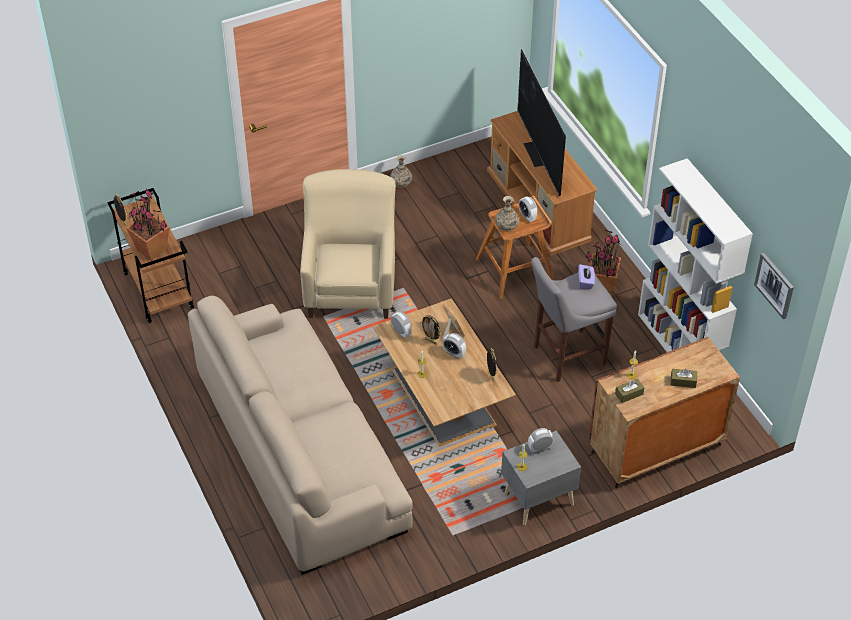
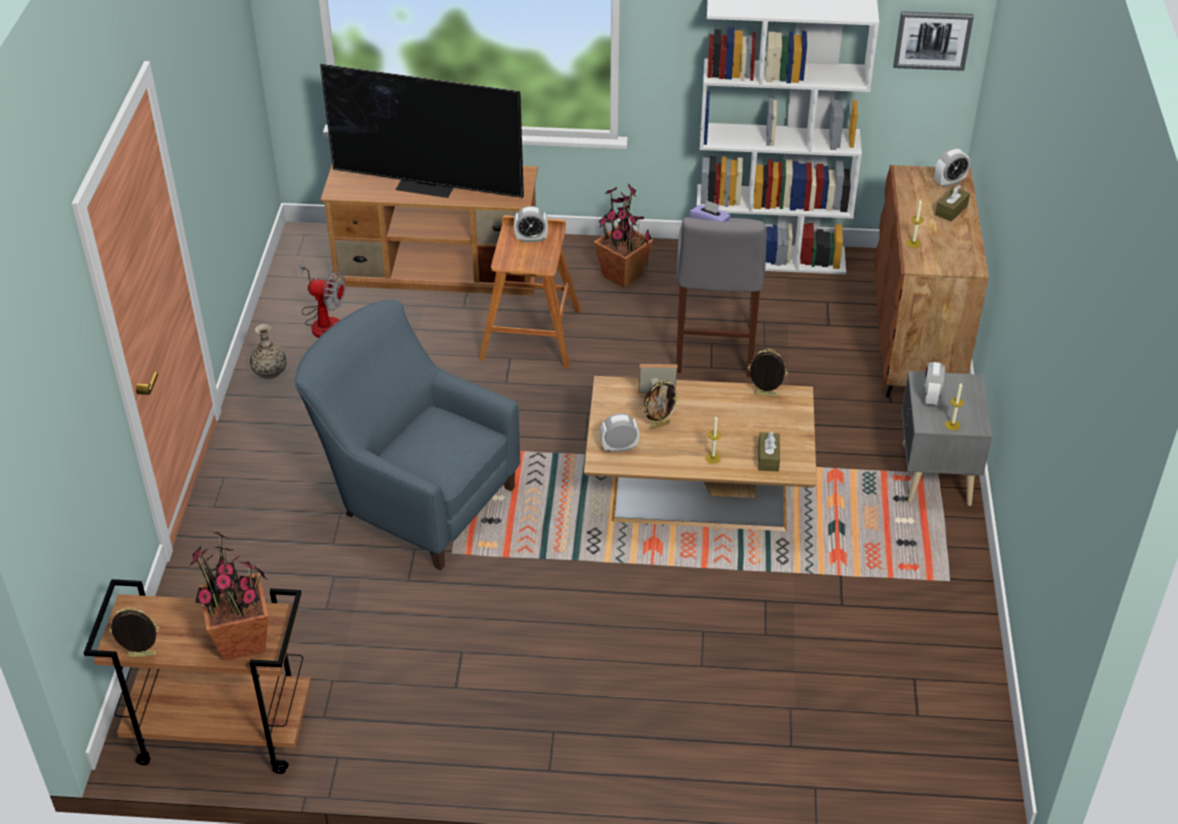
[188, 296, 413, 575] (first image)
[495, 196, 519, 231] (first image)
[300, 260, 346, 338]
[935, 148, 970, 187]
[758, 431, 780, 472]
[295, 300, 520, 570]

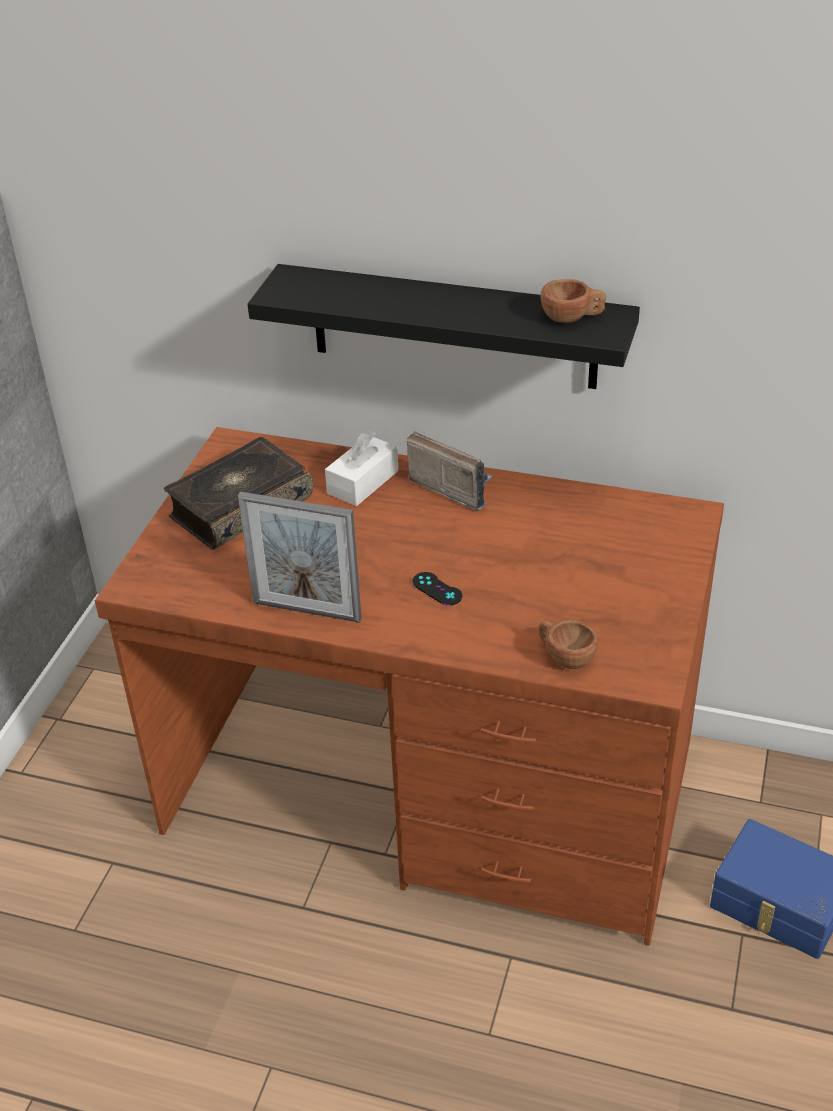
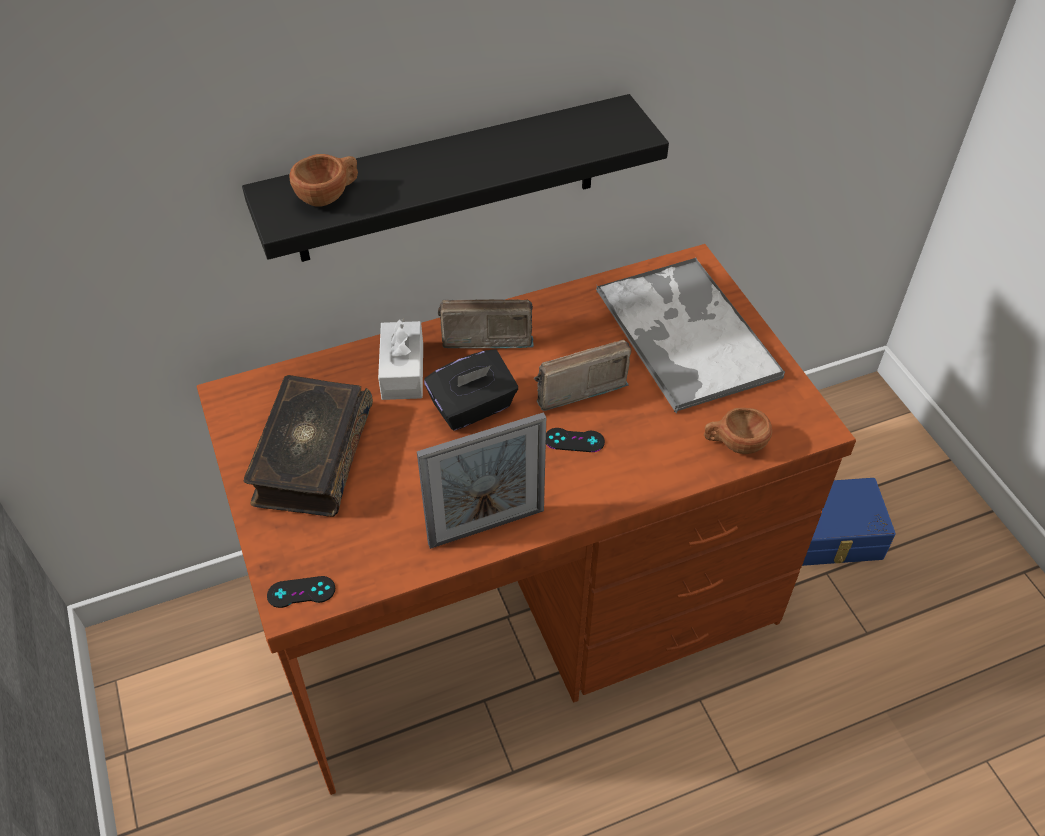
[267, 576, 335, 608]
[424, 349, 518, 431]
[534, 340, 631, 411]
[596, 257, 785, 414]
[289, 154, 358, 207]

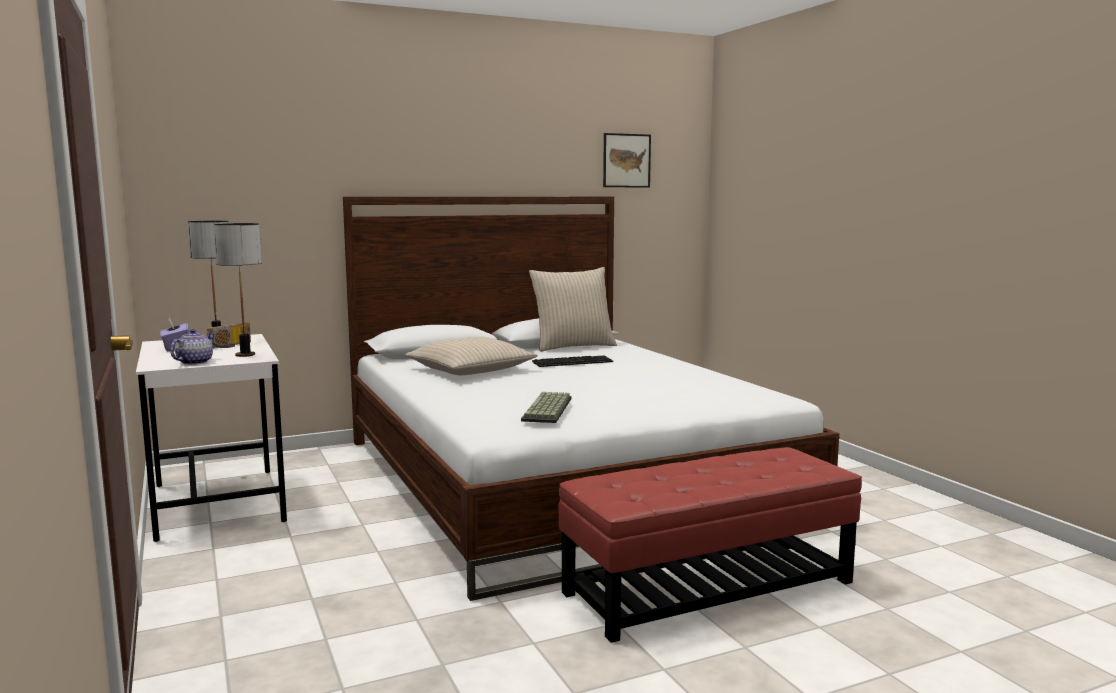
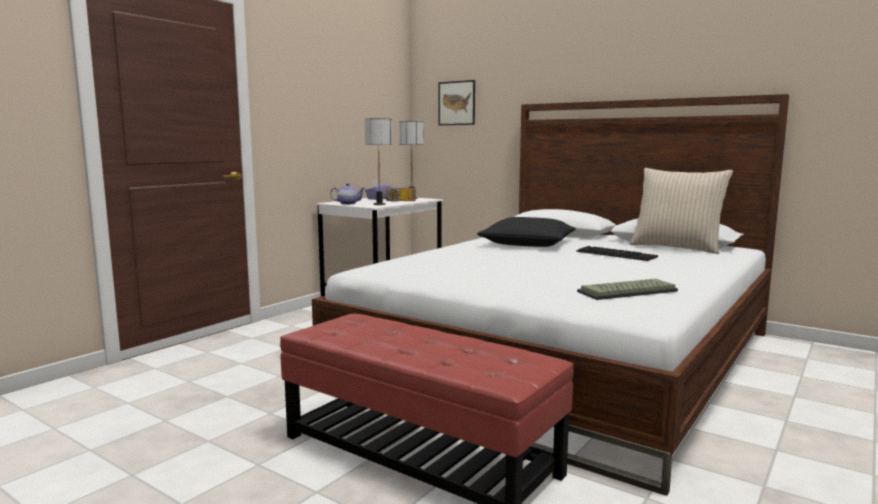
[577, 279, 678, 300]
[438, 80, 475, 125]
[477, 217, 576, 247]

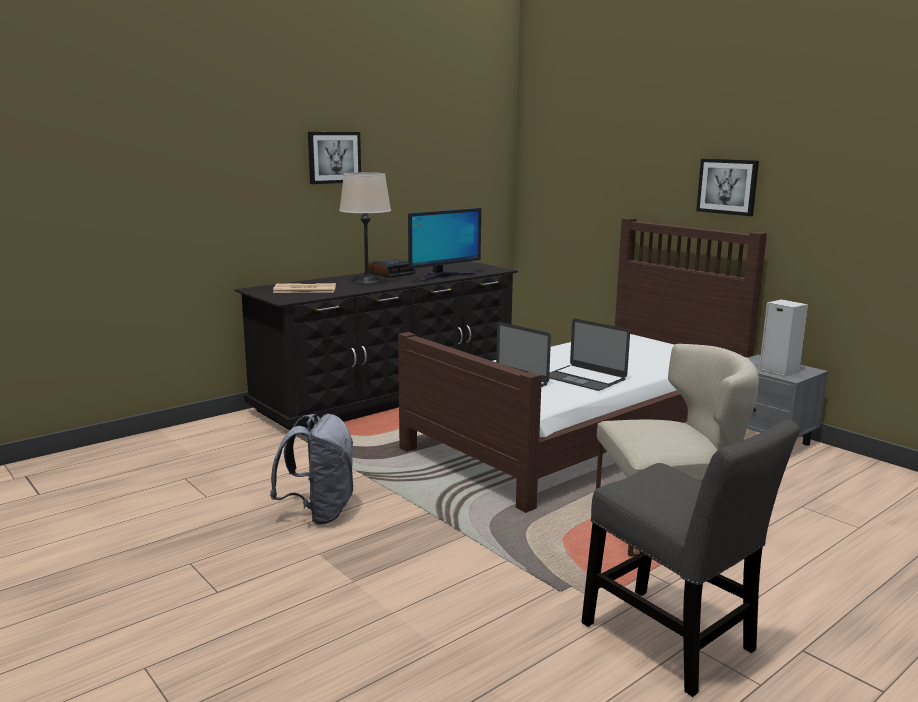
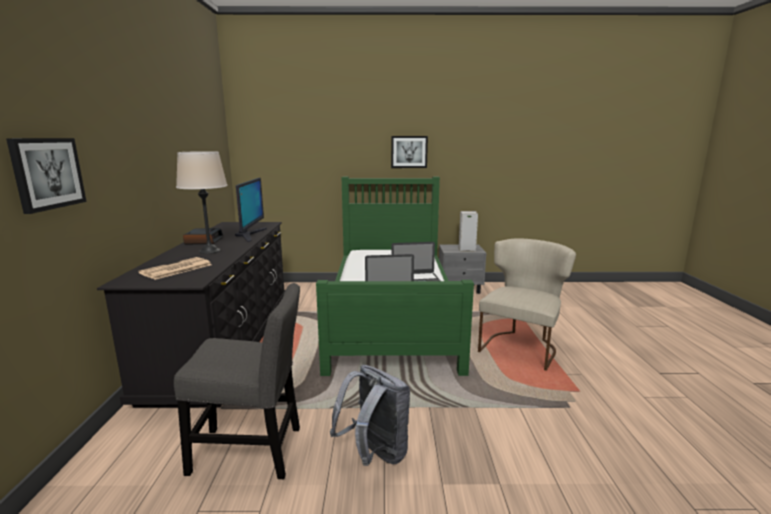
[6, 138, 87, 214]
[174, 283, 300, 479]
[316, 177, 474, 376]

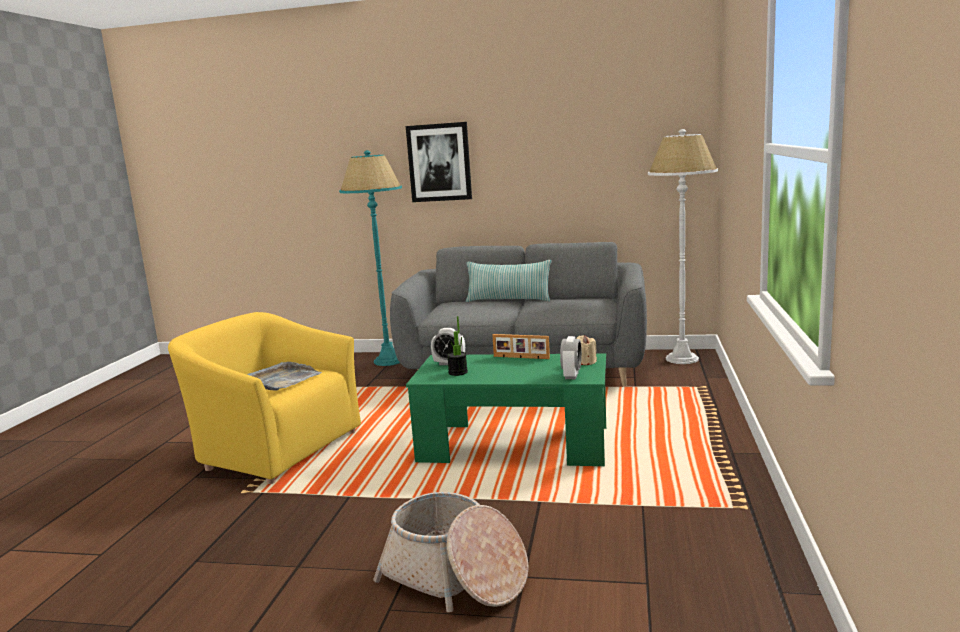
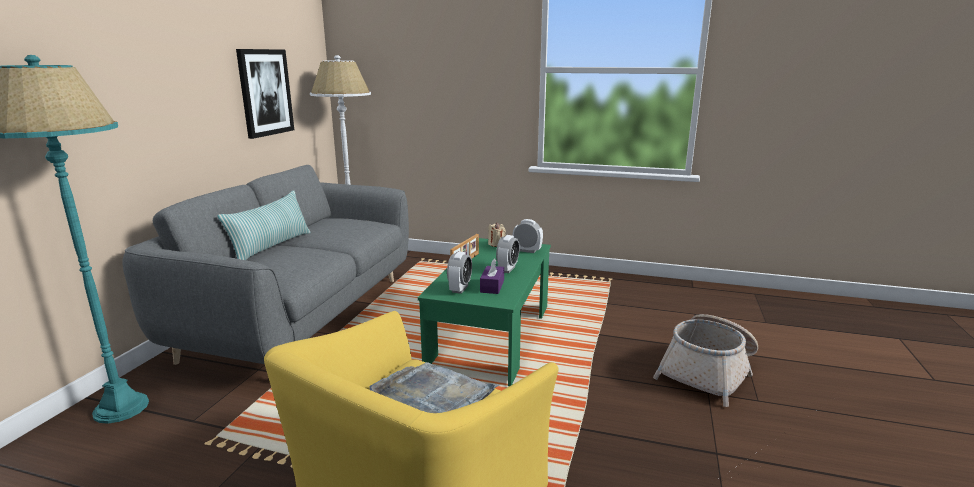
[496, 235, 520, 273]
[236, 49, 294, 139]
[480, 259, 504, 294]

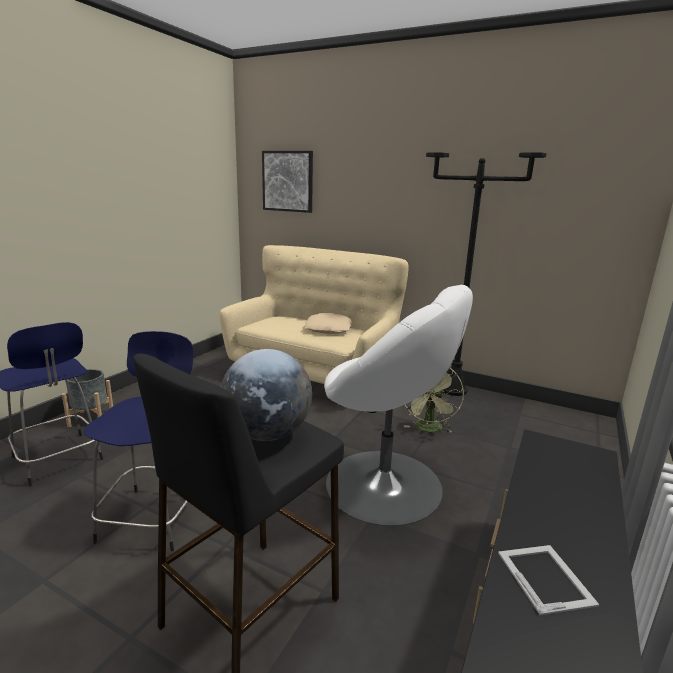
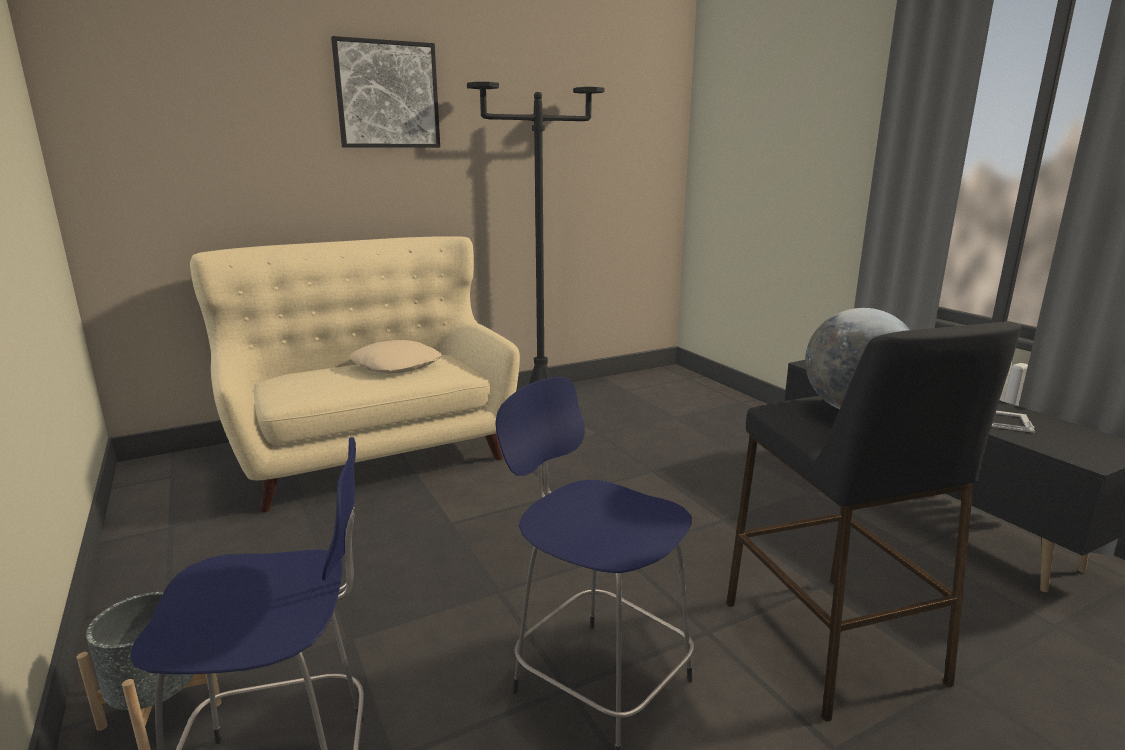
[324, 285, 473, 526] (first image)
[404, 368, 464, 433] (first image)
[331, 36, 440, 148]

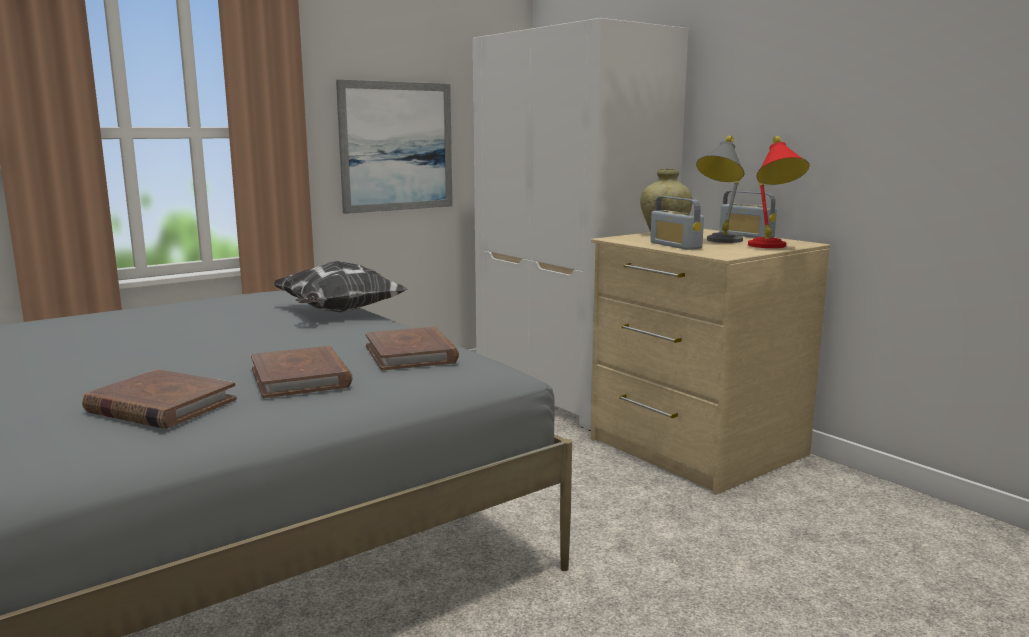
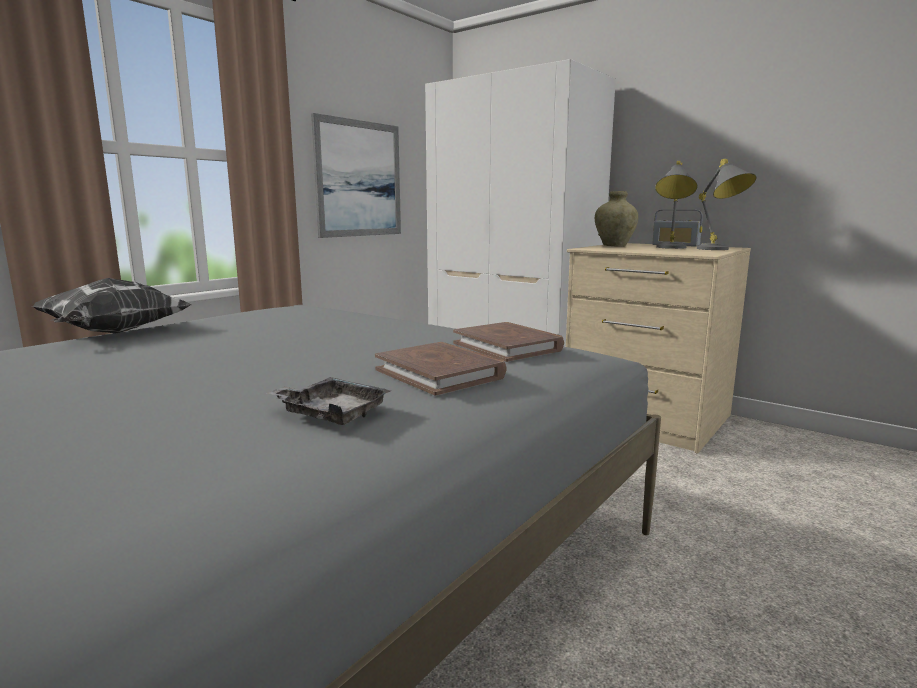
[650, 196, 704, 250] (first image)
[32, 278, 191, 333]
[267, 377, 391, 425]
[697, 159, 757, 250]

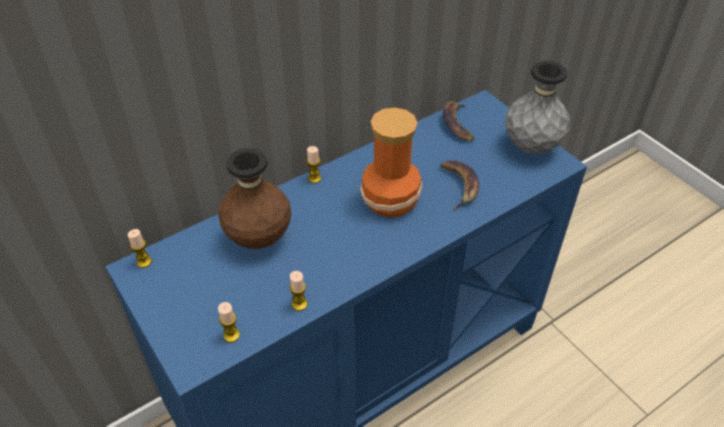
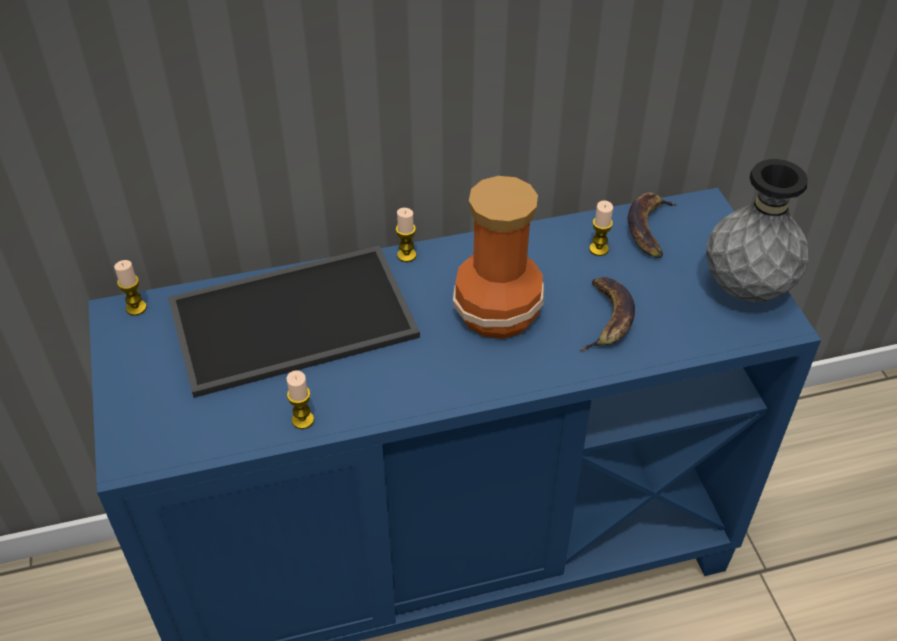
[589, 201, 613, 256]
[168, 246, 420, 398]

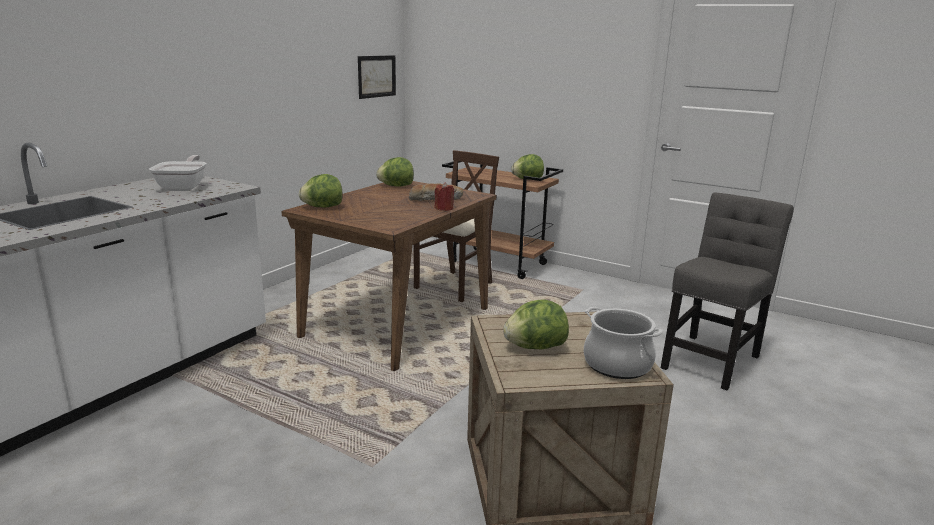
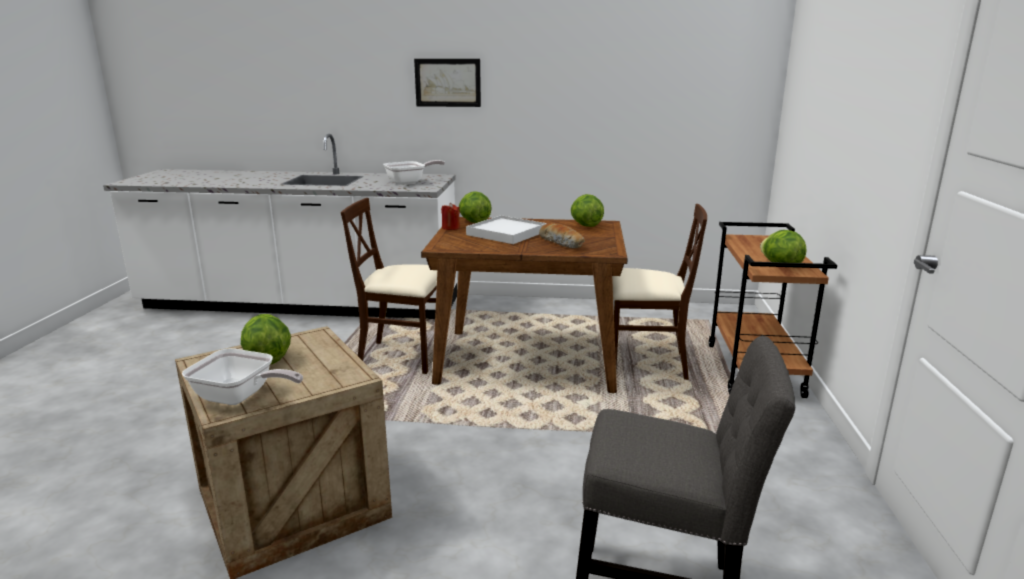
[341, 198, 437, 374]
[466, 215, 547, 244]
[414, 59, 481, 107]
[441, 202, 460, 230]
[182, 348, 303, 405]

